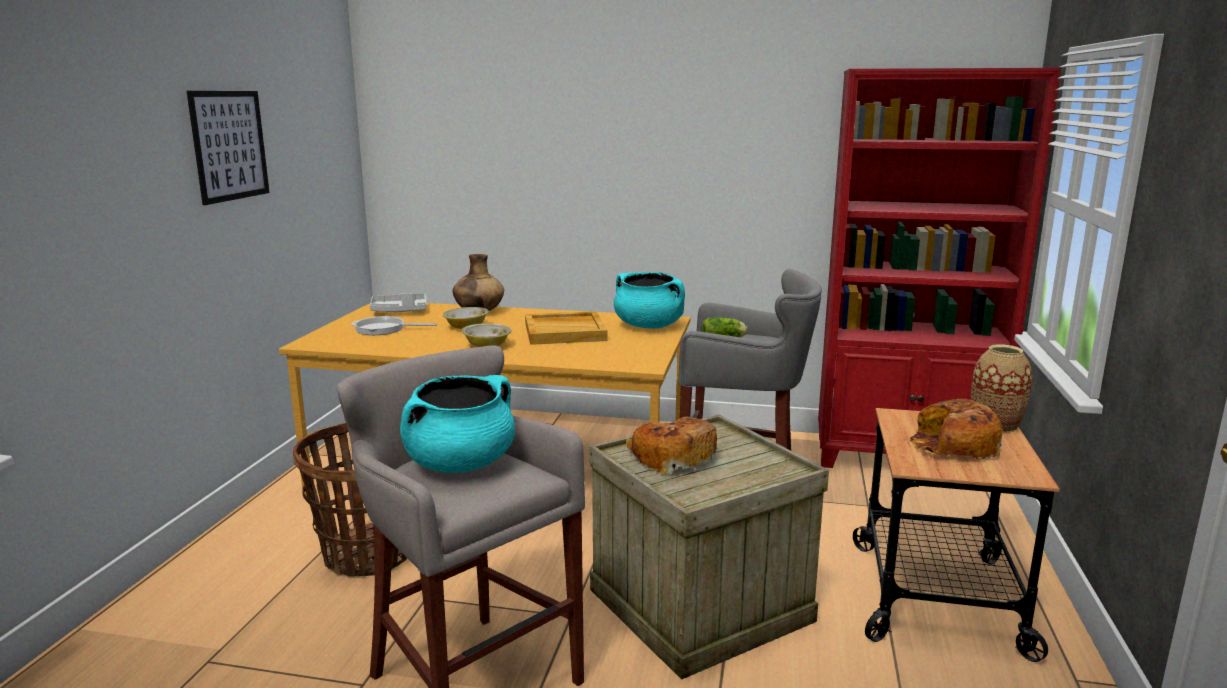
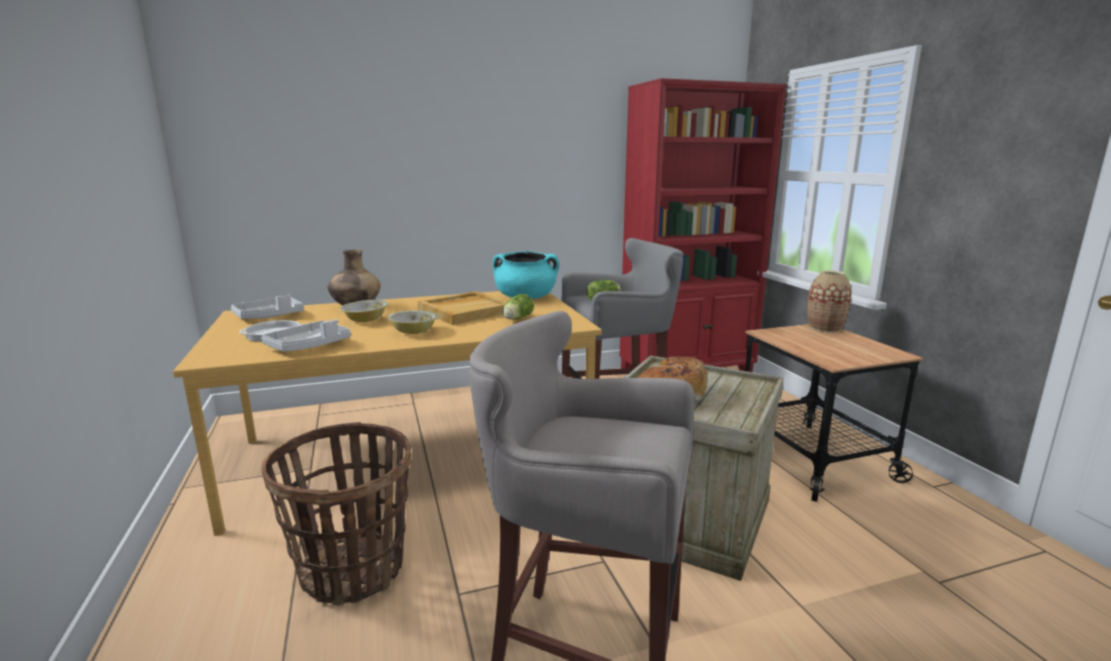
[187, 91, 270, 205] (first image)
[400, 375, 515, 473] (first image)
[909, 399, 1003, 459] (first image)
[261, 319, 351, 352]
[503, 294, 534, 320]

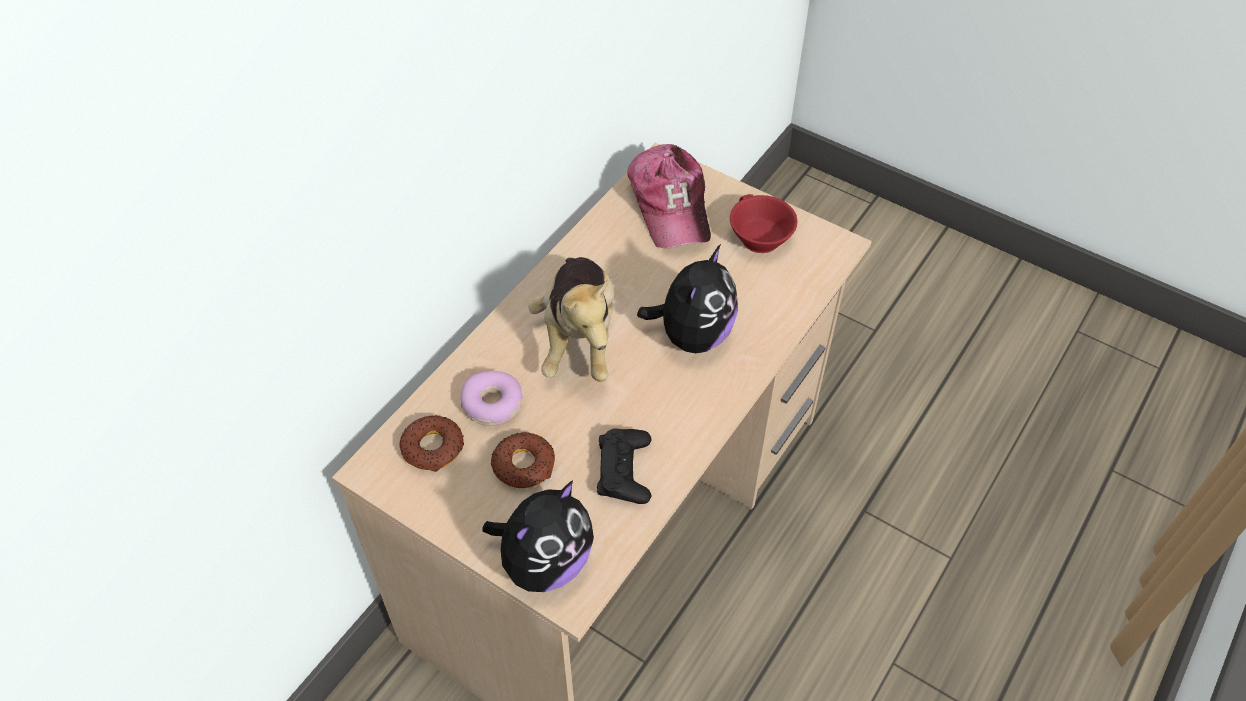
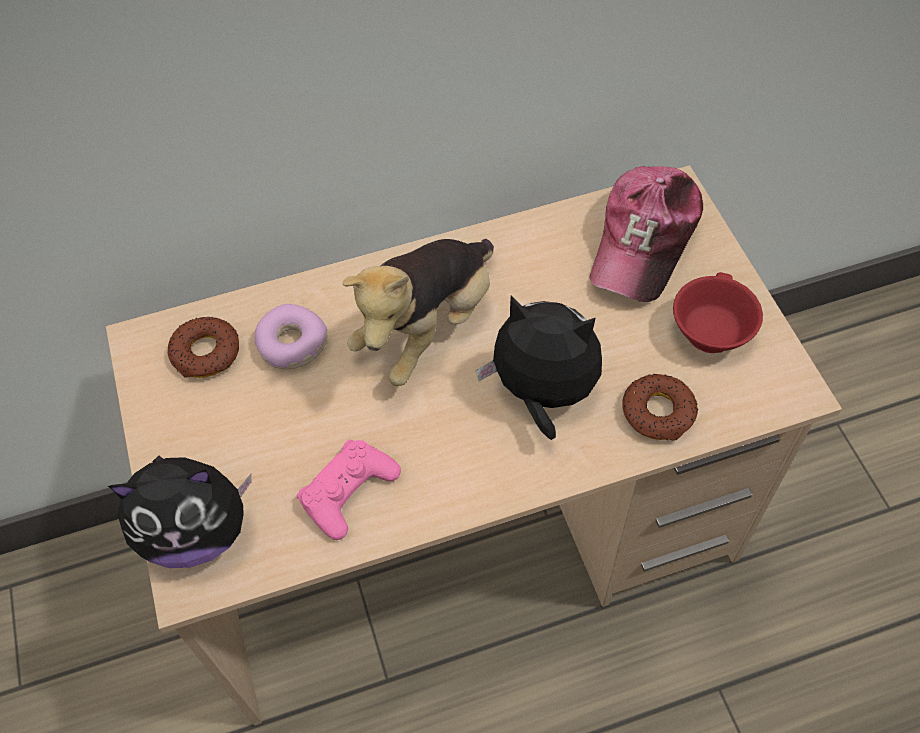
[622, 374, 698, 441]
[297, 439, 401, 540]
[476, 295, 602, 440]

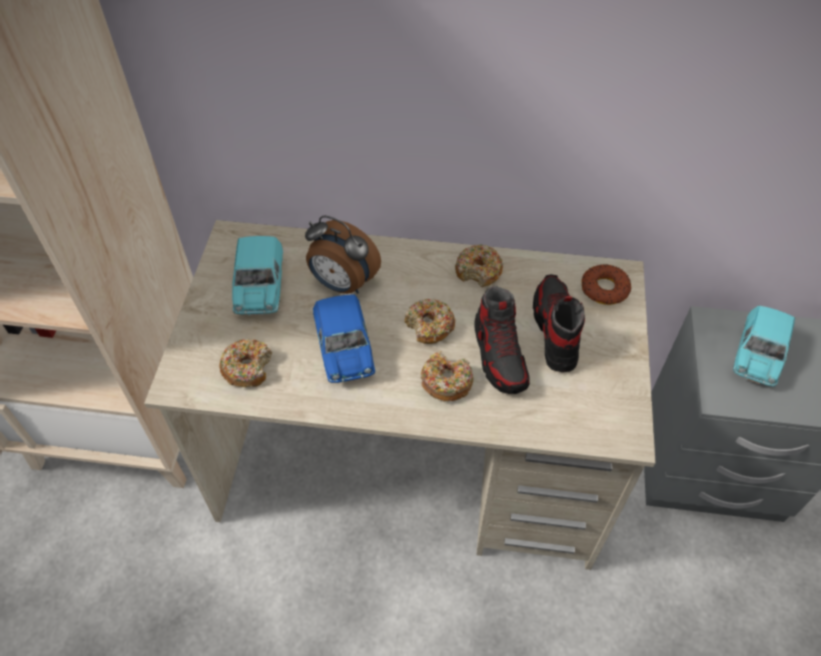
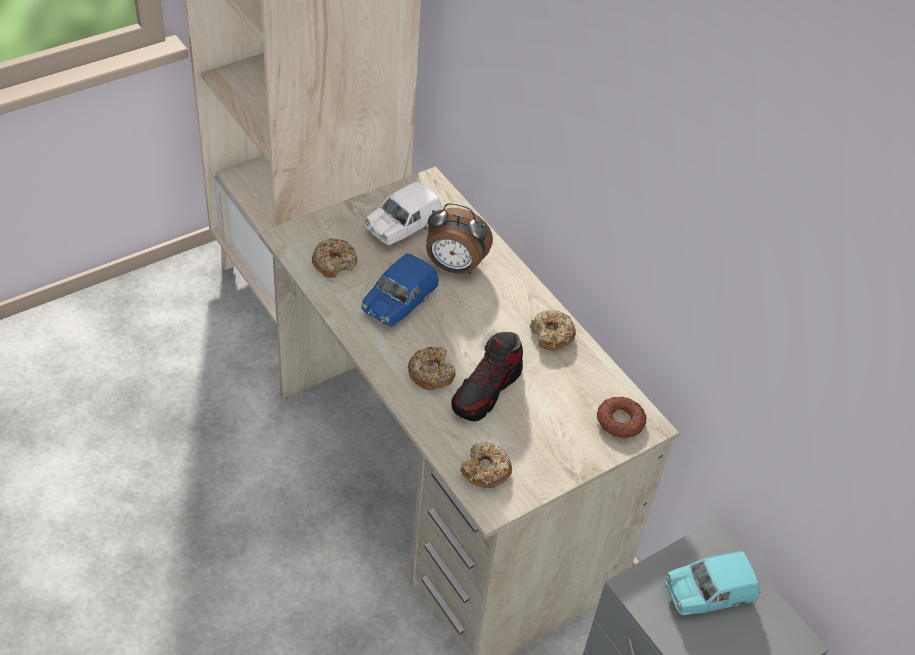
[533, 274, 585, 372] (first image)
[460, 442, 512, 488]
[364, 181, 442, 245]
[426, 203, 493, 274]

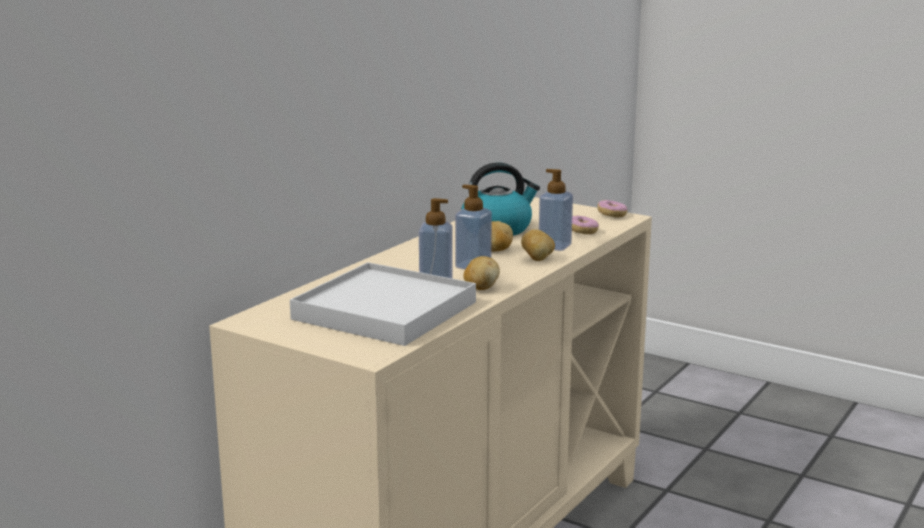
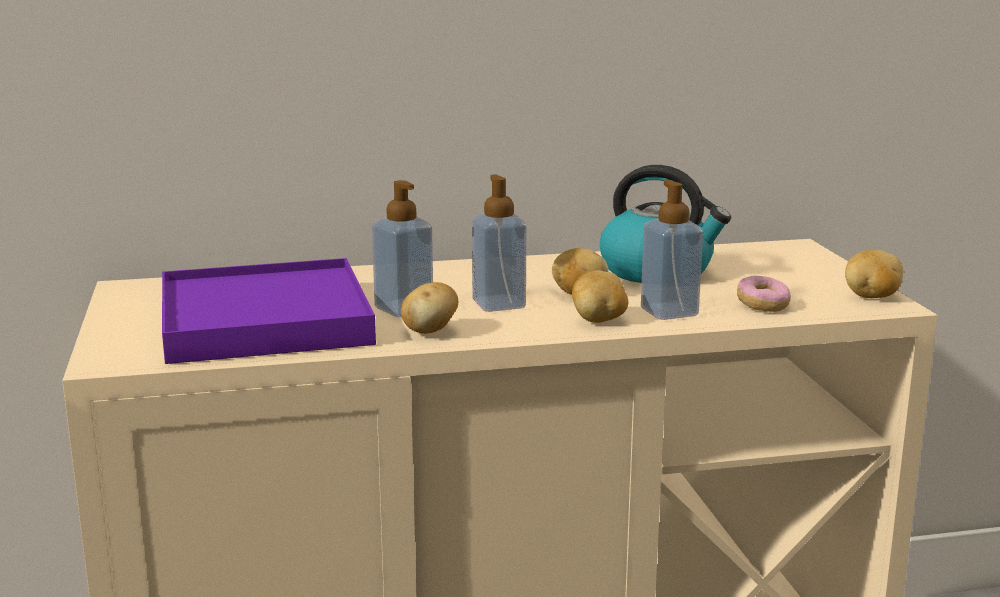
[845, 250, 903, 298]
[162, 258, 376, 364]

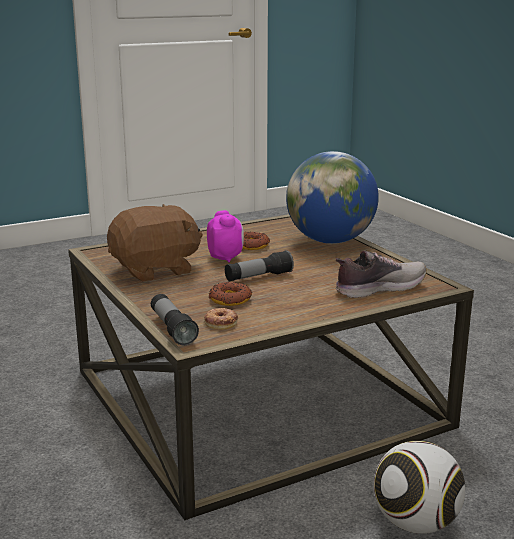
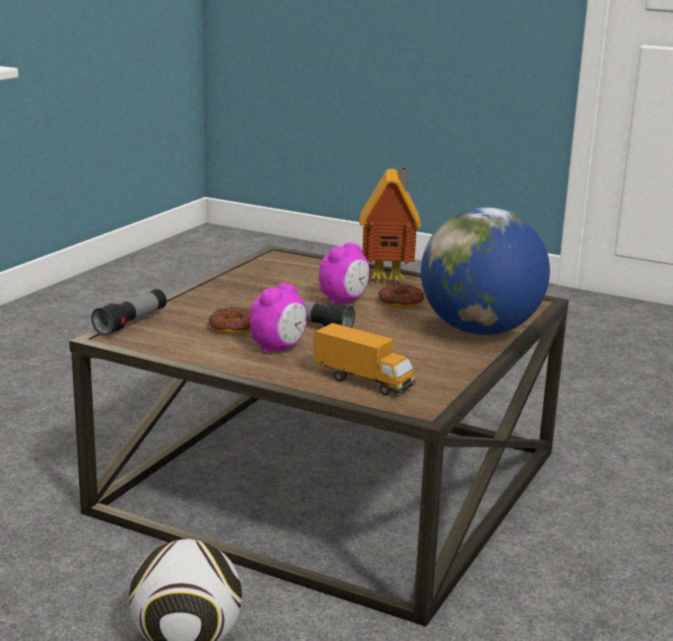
[107, 204, 203, 282] (first image)
[204, 308, 238, 330] (first image)
[250, 283, 307, 353]
[359, 168, 421, 281]
[314, 323, 415, 396]

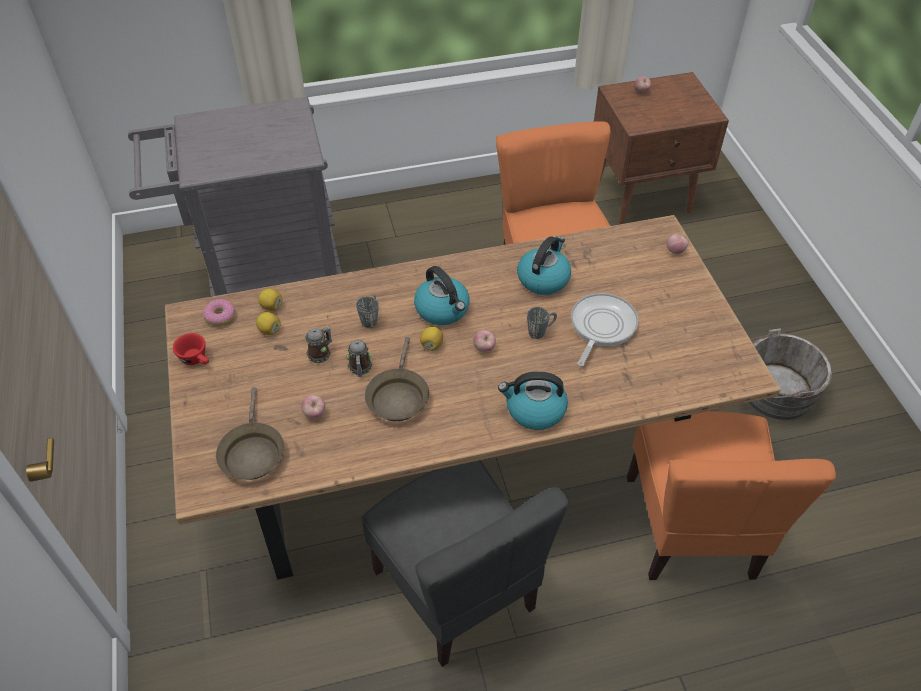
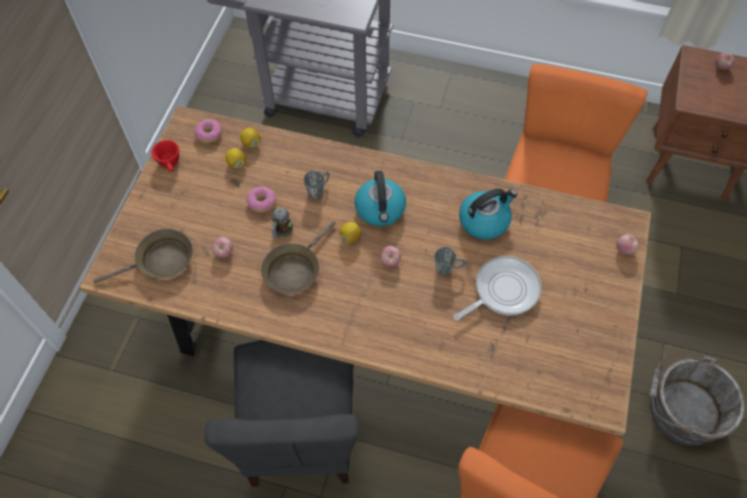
[498, 371, 568, 430] (first image)
[246, 186, 276, 212]
[93, 229, 193, 283]

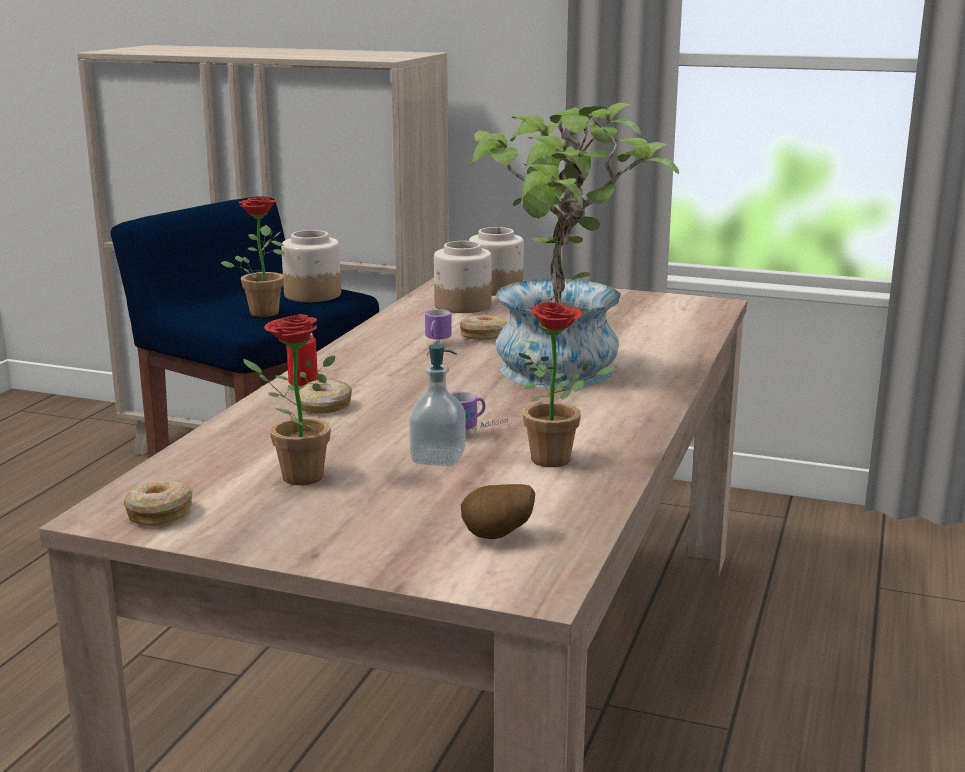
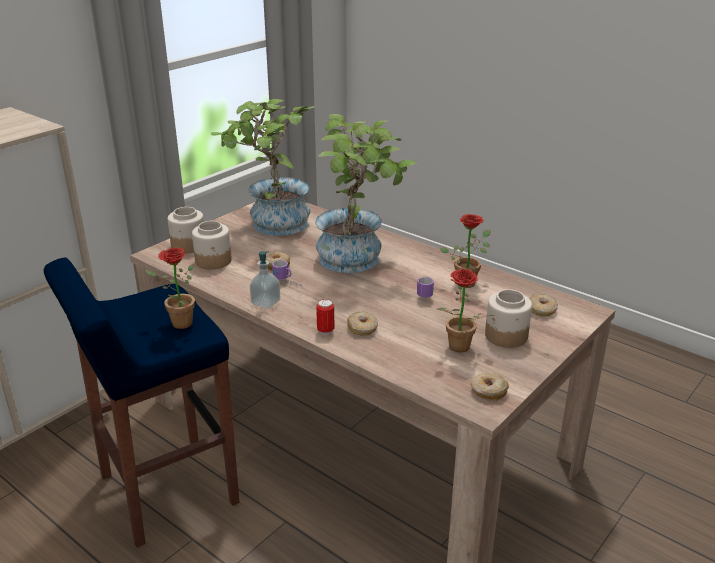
[211, 99, 315, 236]
[485, 289, 532, 348]
[250, 251, 280, 309]
[529, 294, 558, 317]

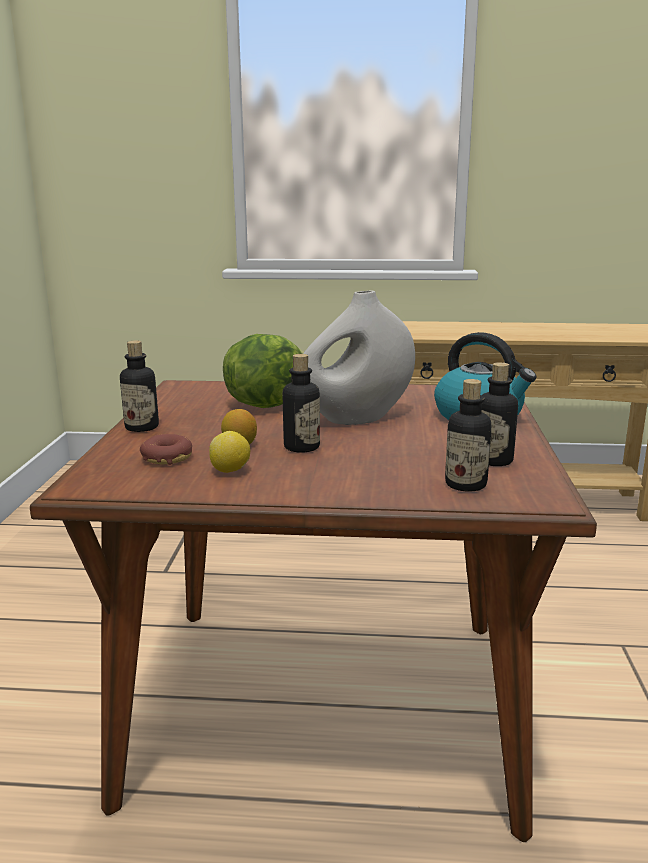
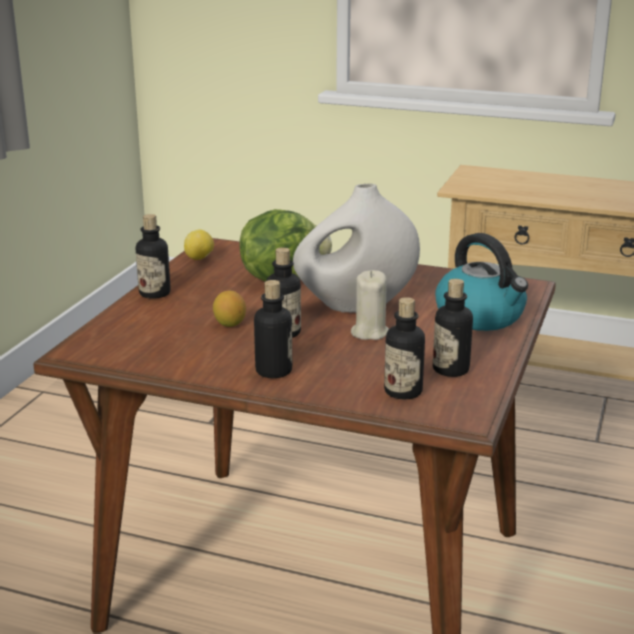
[140, 434, 192, 465] (first image)
[254, 280, 292, 378]
[351, 270, 389, 340]
[184, 230, 214, 260]

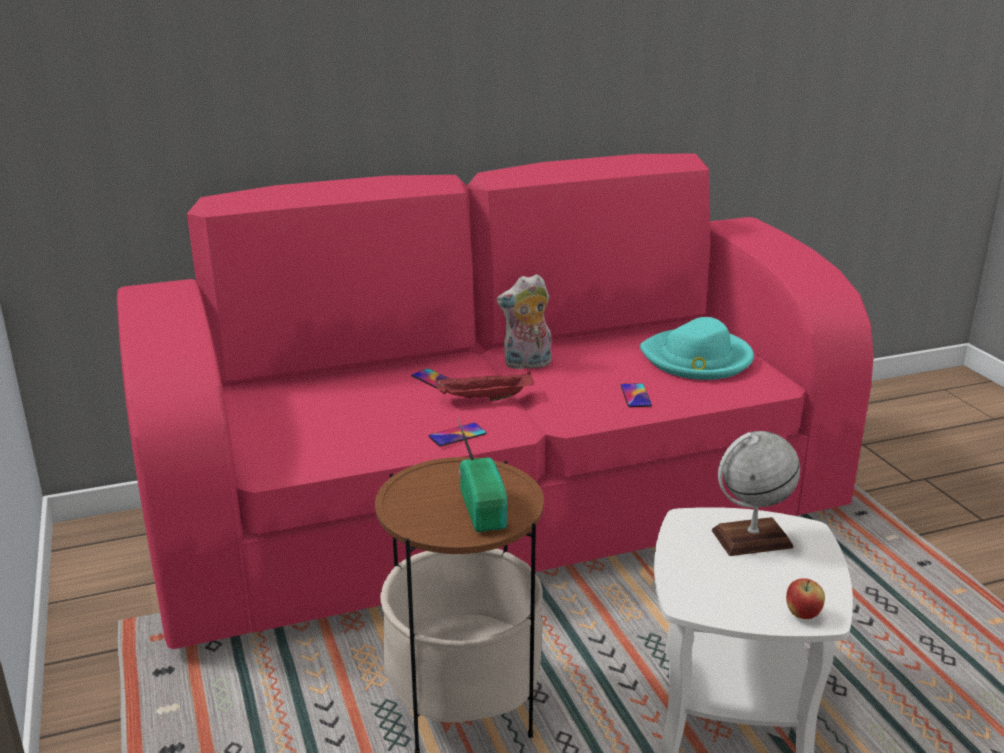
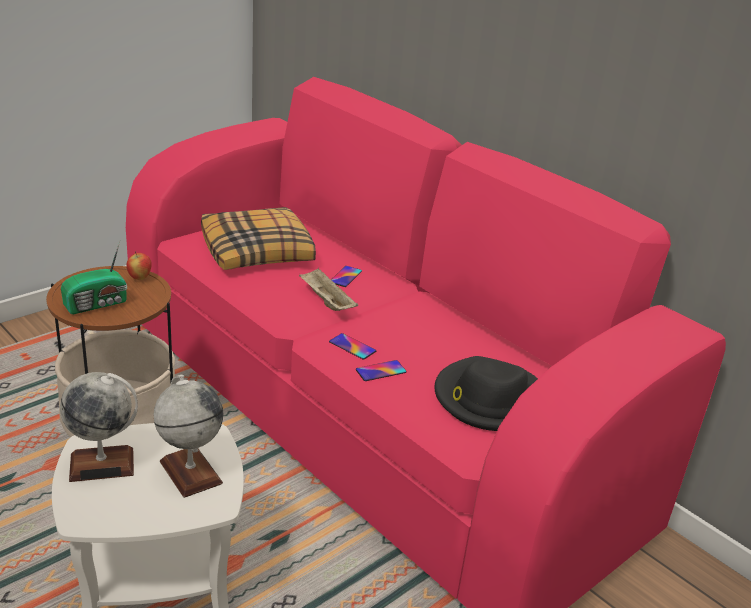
[496, 274, 551, 370] (first image)
[60, 372, 138, 482]
[201, 207, 316, 270]
[329, 333, 376, 359]
[126, 251, 152, 280]
[299, 268, 358, 311]
[434, 356, 538, 431]

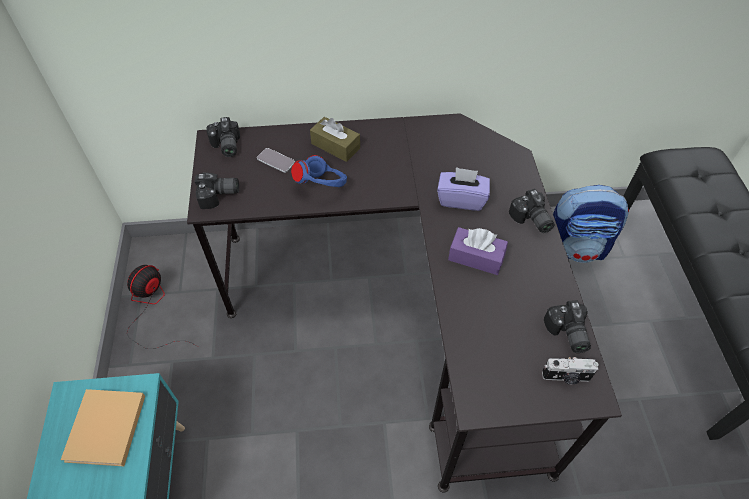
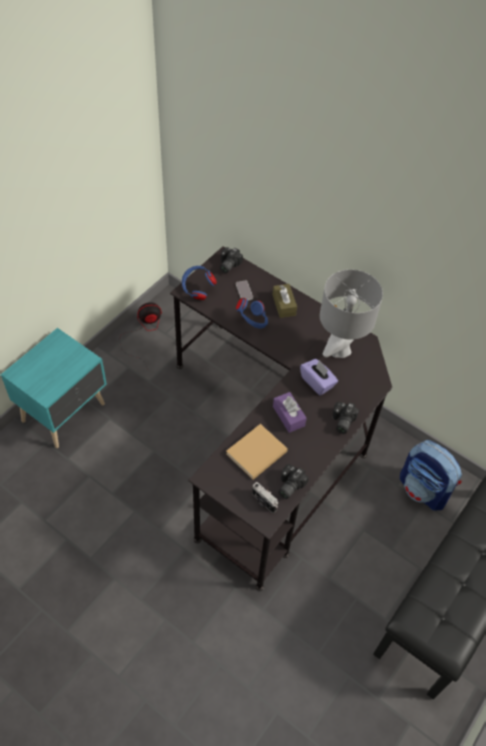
[320, 269, 383, 358]
[226, 424, 288, 480]
[182, 266, 217, 300]

